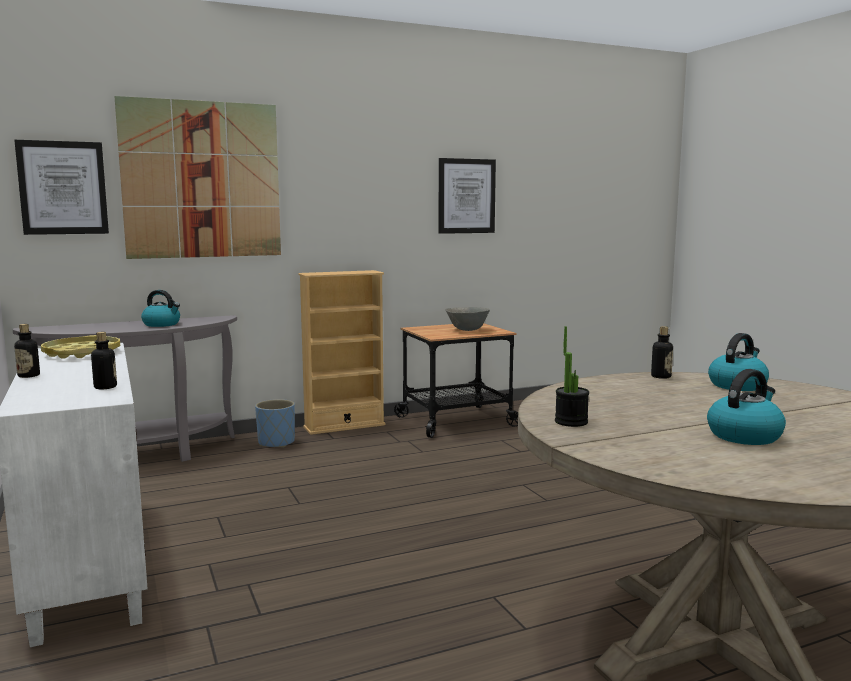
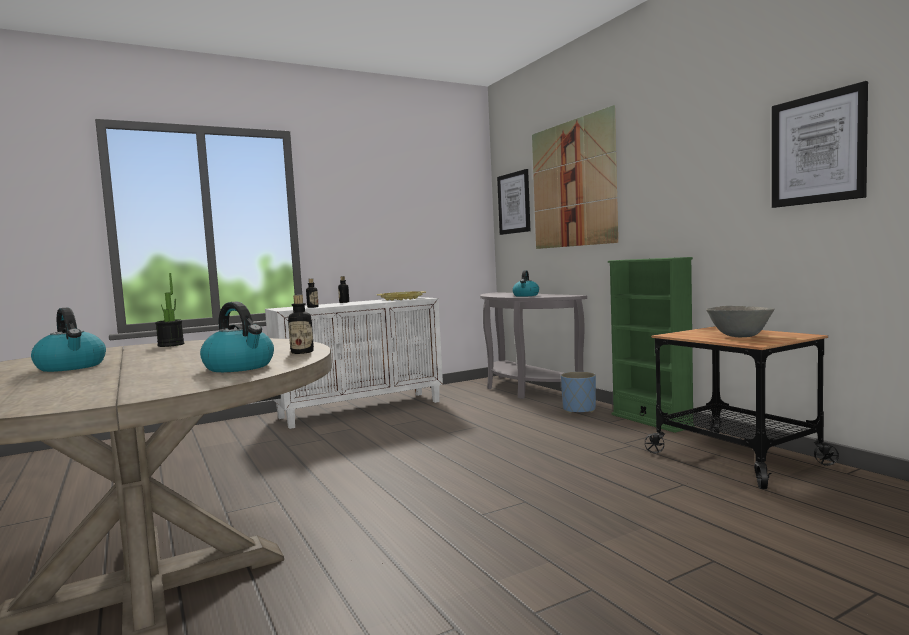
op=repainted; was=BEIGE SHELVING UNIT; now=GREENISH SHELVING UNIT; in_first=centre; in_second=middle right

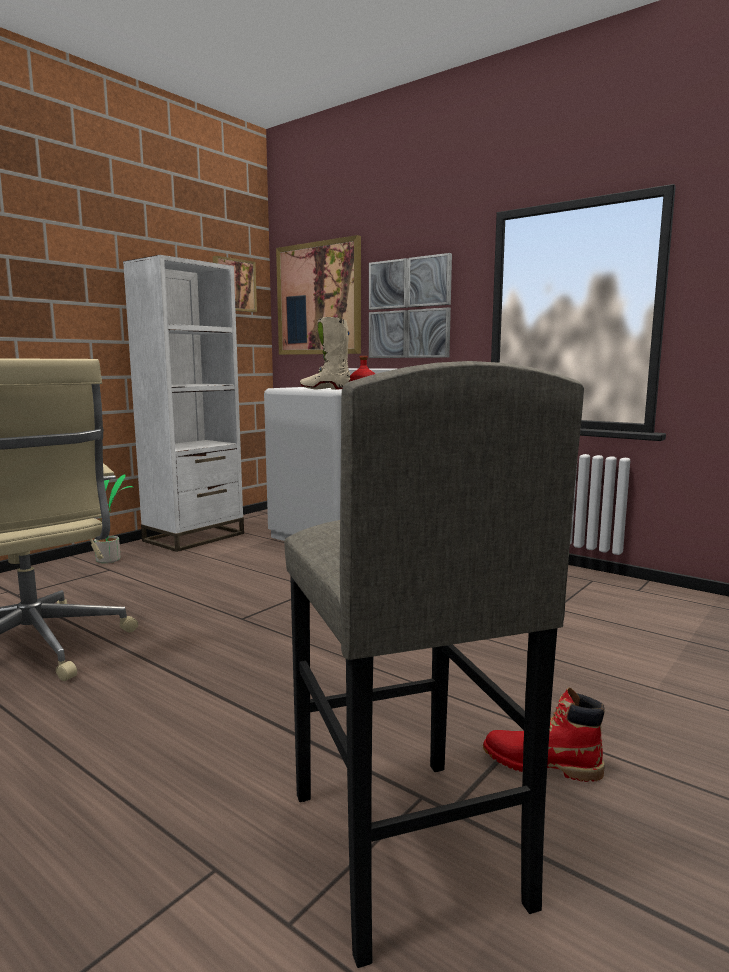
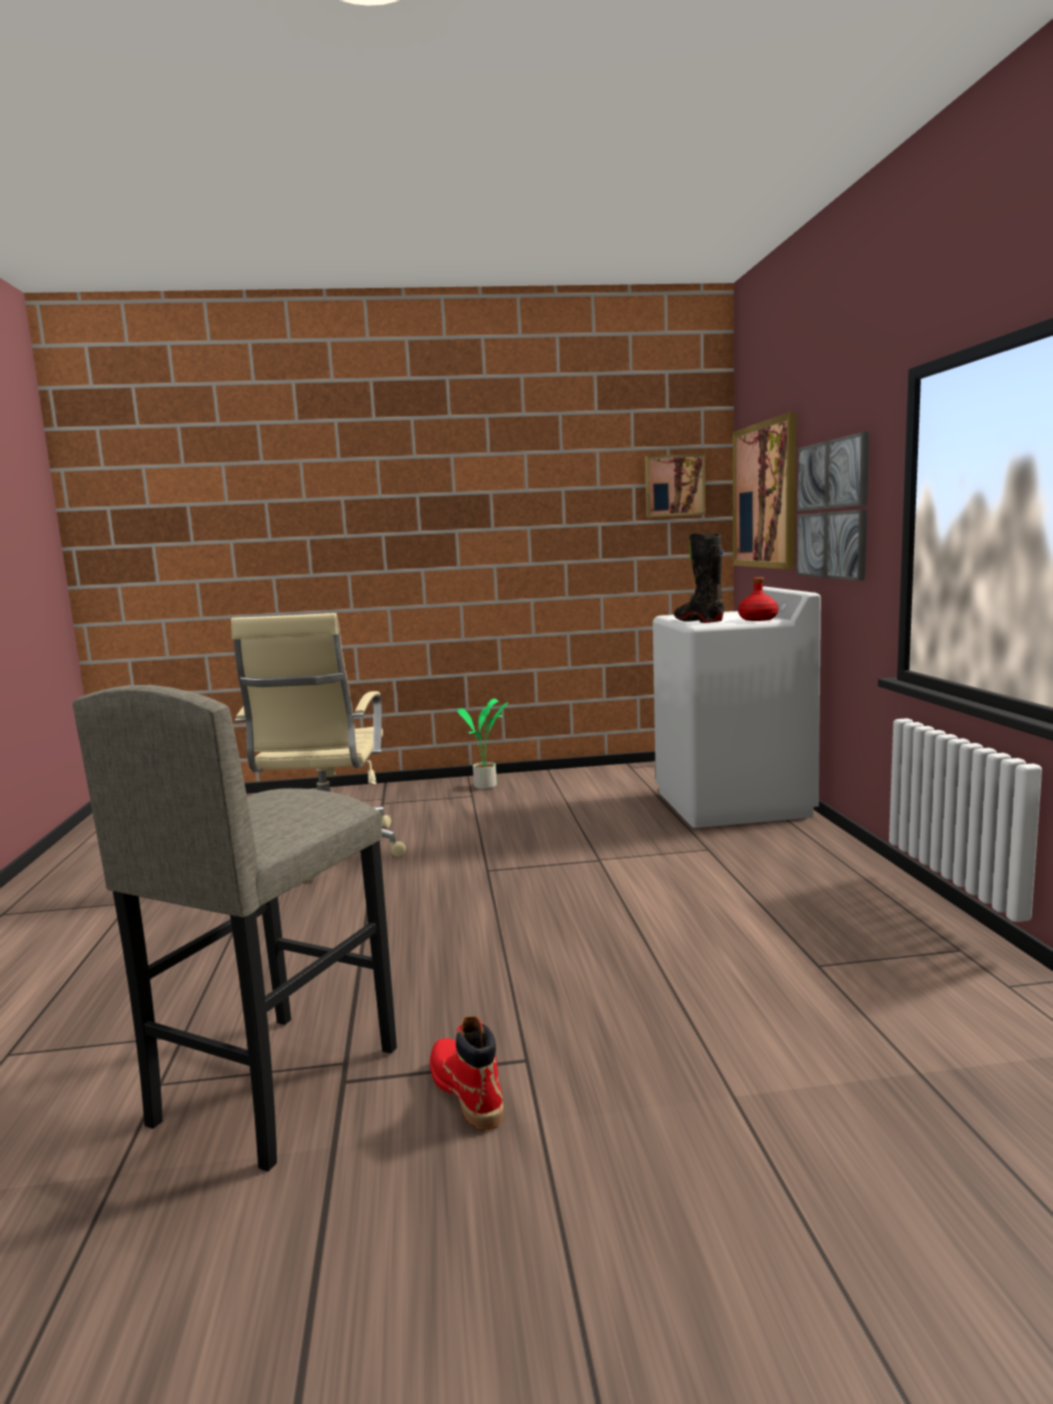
op=gone; was=WHITISH SHELVING UNIT; in_first=middle left
op=repainted; was=BEIGE TALL BOOT; now=BLACK TALL BOOT; in_first=centre; in_second=centre

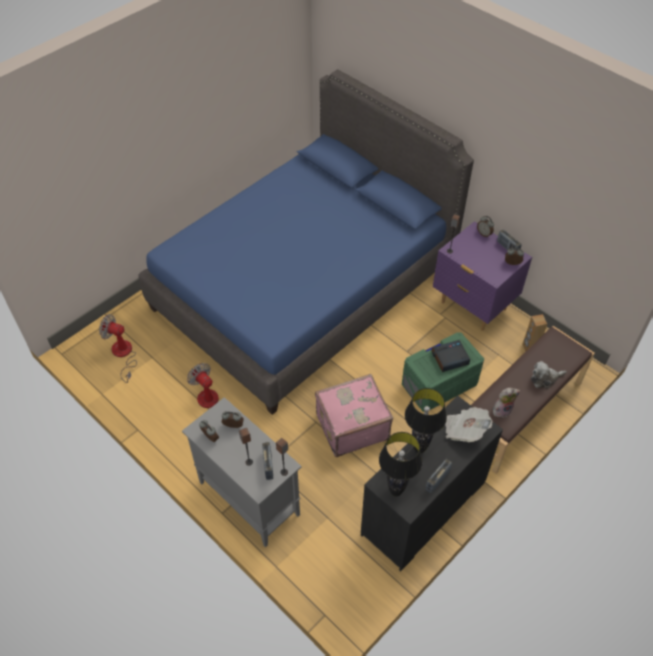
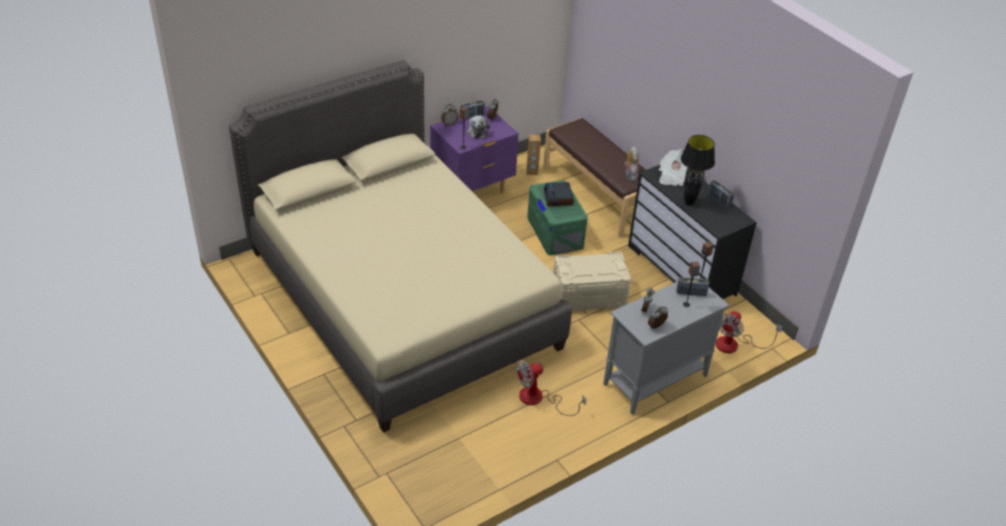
op=repainted; was=BLUE-COLOURED BEDROOM BED; now=BEIGE BEDROOM BED; in_first=centre; in_second=centre
op=shifted; was=ELECTRIC FAN (no. 1 from left in the first image); now=ELECTRIC FAN (no. 2 from left); in_first=middle left; in_second=middle right
op=shifted; was=CUDDLY TOY (no. 2 from left in the first image); now=CUDDLY TOY (no. 1 from left); in_first=middle right; in_second=top centre
op=swapped; was=PINKISH SUITCASE; now=BEIGE STORAGE BIN; in_first=centre; in_second=centre
op=gone; was=BLACK TABLE LAMP (no. 1 from left); in_first=bottom centre

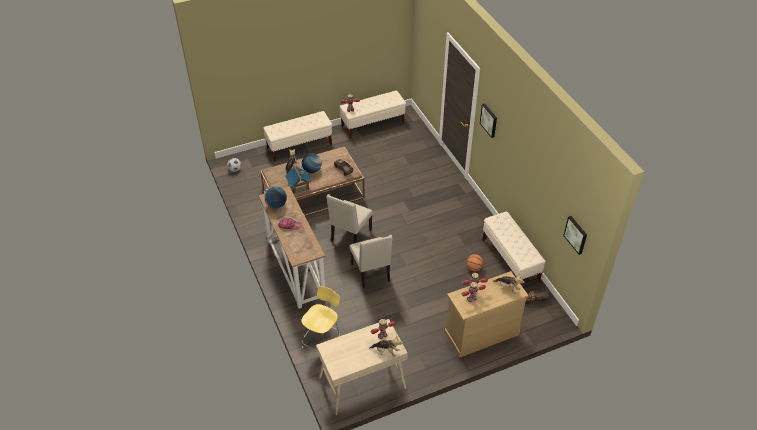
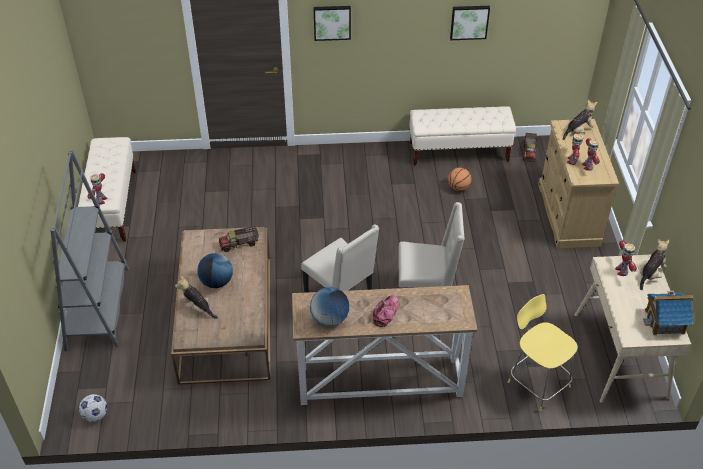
op=swapped; was=BEIGE BENCH (no. 1 from left); now=GRAY SHELVING UNIT; in_first=top centre; in_second=middle left
op=shifted; was=MODEL HOUSE; in_first=centre; in_second=bottom right
op=shifted; was=PICTURE (no. 2 from left); in_first=middle right; in_second=top right

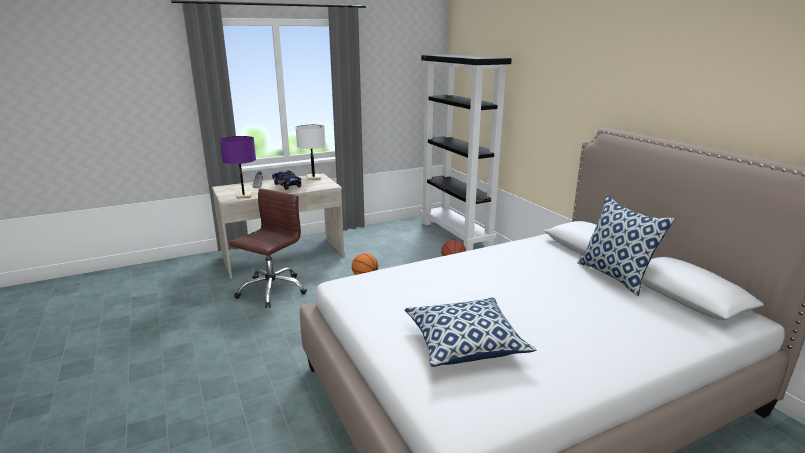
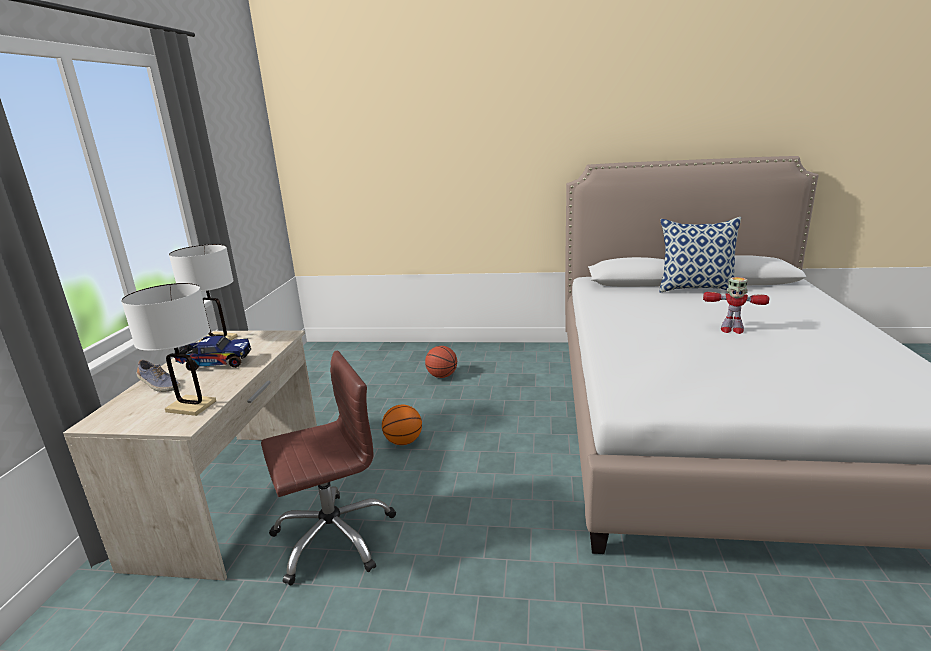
op=gone; was=BLACK SHELVING UNIT; in_first=centre
op=repainted; was=PURPLE-COLOURED TABLE LAMP; now=WHITISH TABLE LAMP (no. 1 from left); in_first=middle left; in_second=middle left
op=rotated; was=BROWNISH DESK CHAIR; in_first=middle left; in_second=bottom centre; clockwise=90
op=gone; was=THROW PILLOW (no. 1 from left); in_first=bottom centre
op=new; now=MODEL ROBOT; in_second=middle right

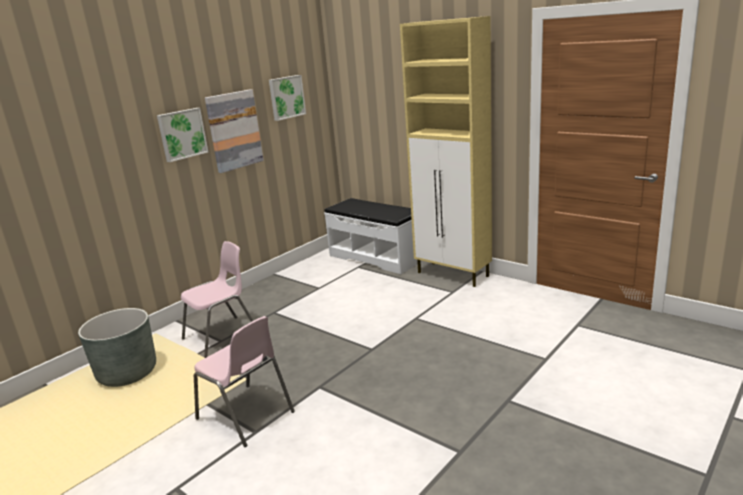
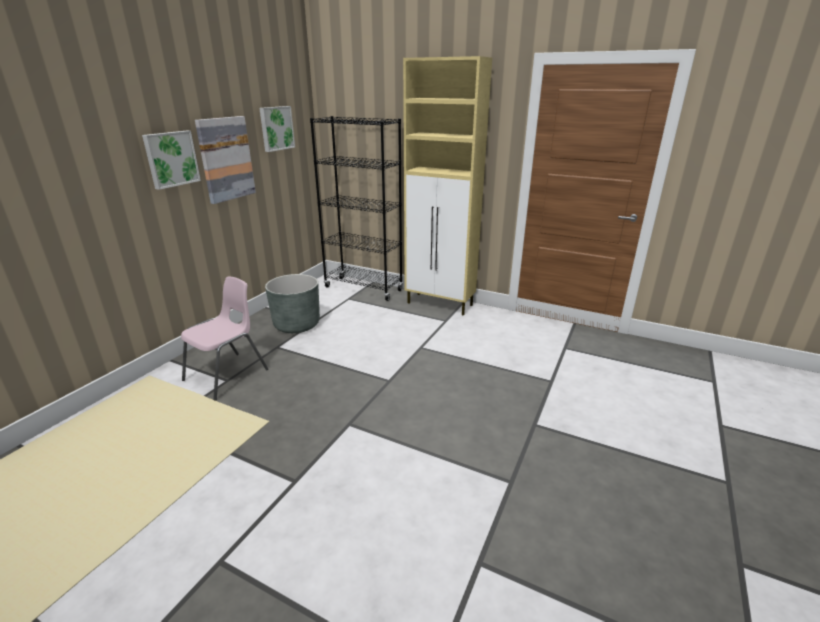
op=swapped; was=WHITISH BENCH; now=BLACK SHELVING UNIT; in_first=centre; in_second=centre
op=shifted; was=GRAY PLANTER; in_first=bottom left; in_second=centre
op=gone; was=PINKISH UPRIGHT CHAIR (no. 2 from left); in_first=bottom left

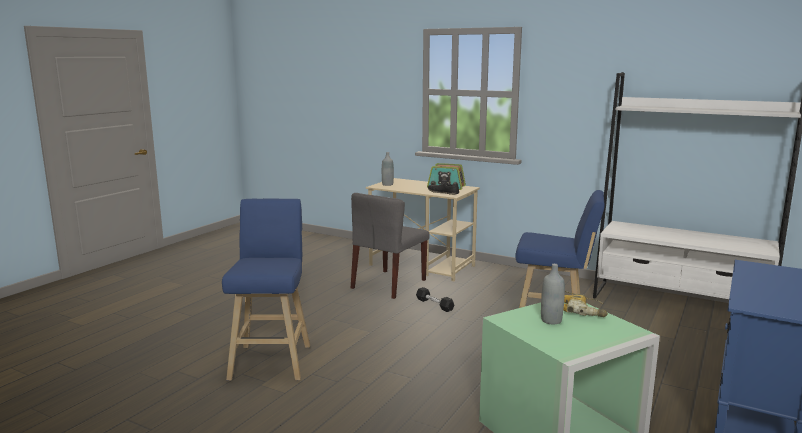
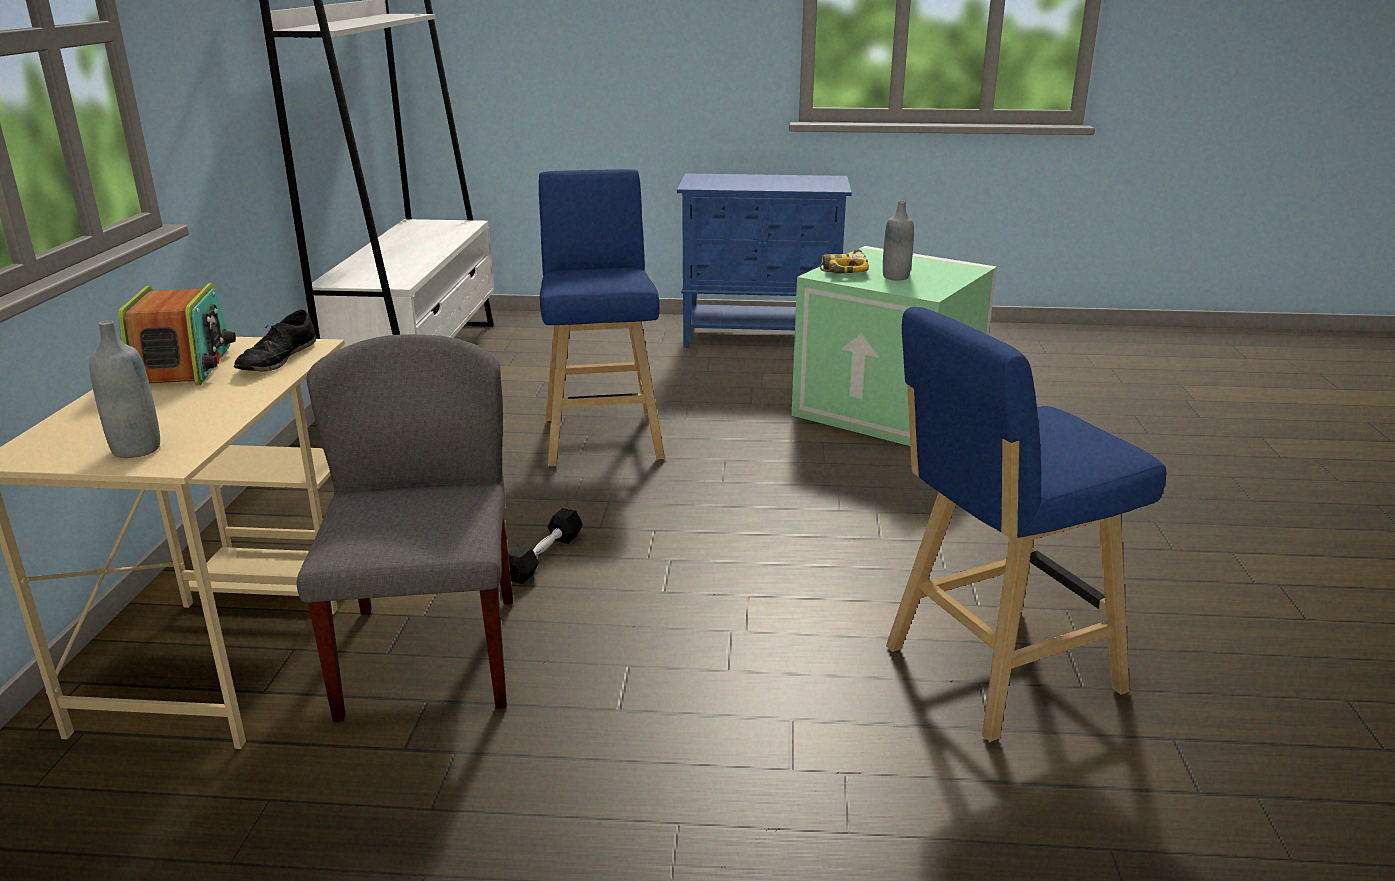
op=rotated; was=GRAY UPRIGHT CHAIR; in_first=centre; in_second=middle left; clockwise=-105

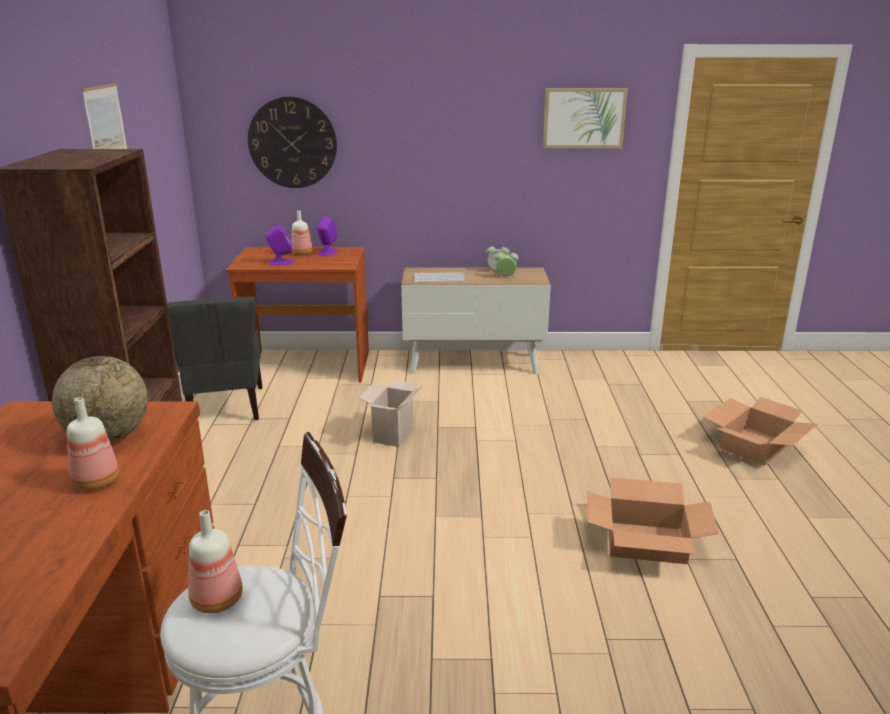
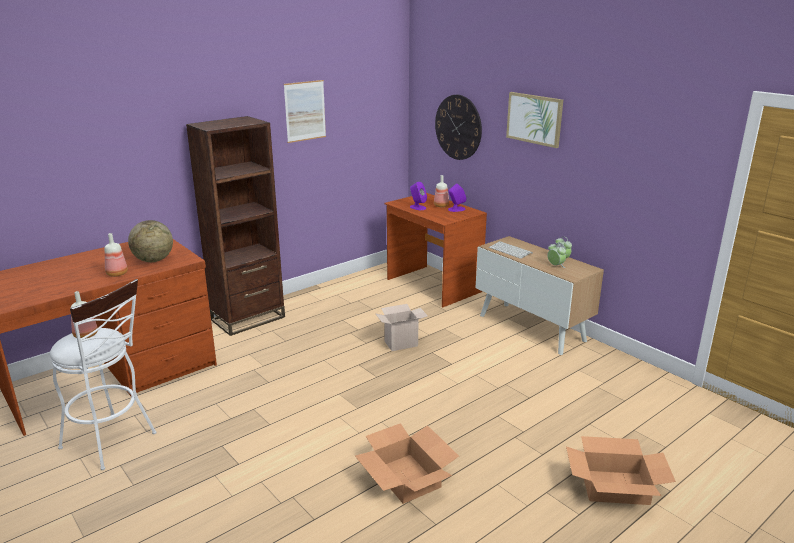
op=shifted; was=PICTURE (no. 2 from left); in_first=top centre; in_second=top right
op=gone; was=GRAY UPRIGHT CHAIR; in_first=middle left

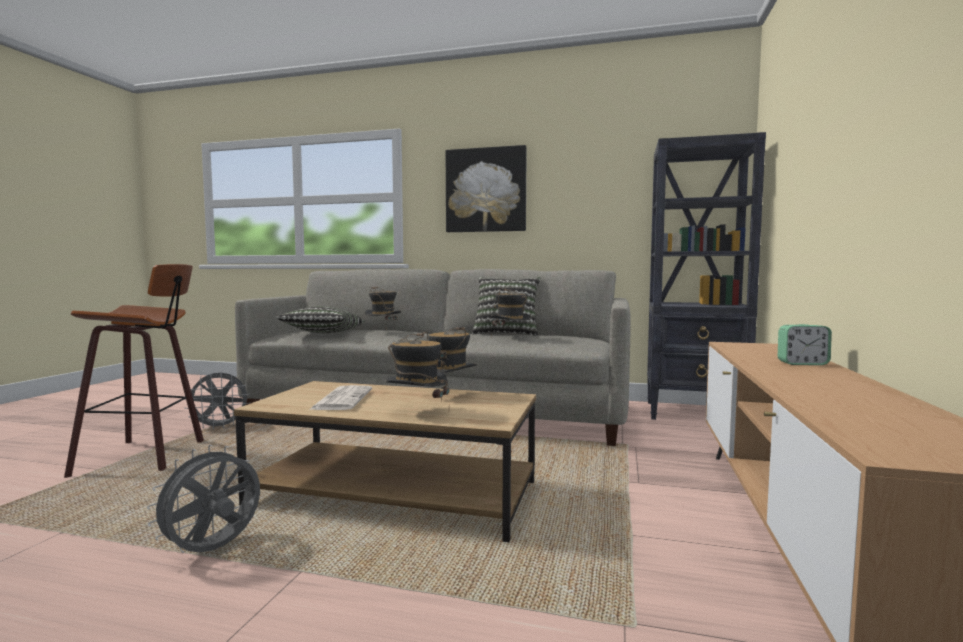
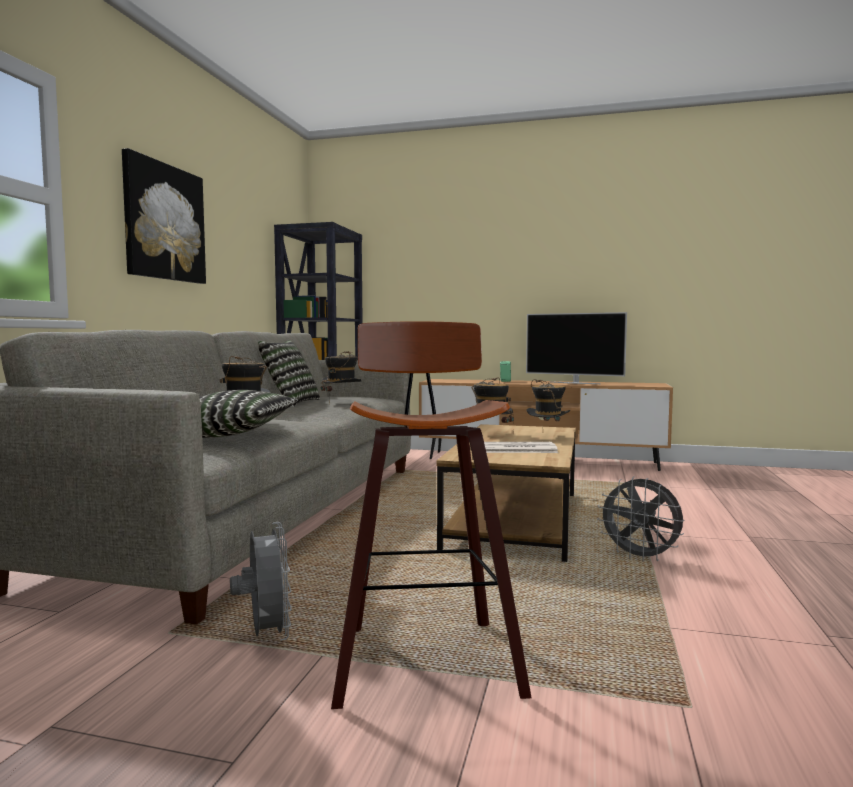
op=new; now=TELEVISION; in_second=middle right

